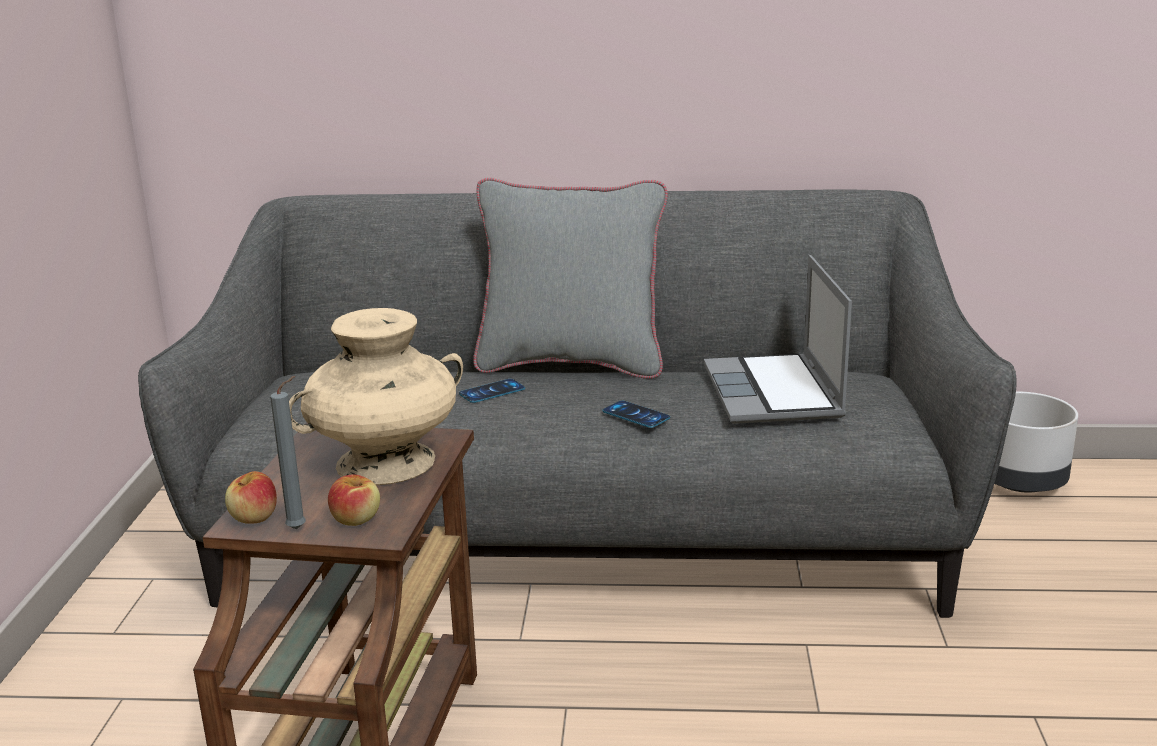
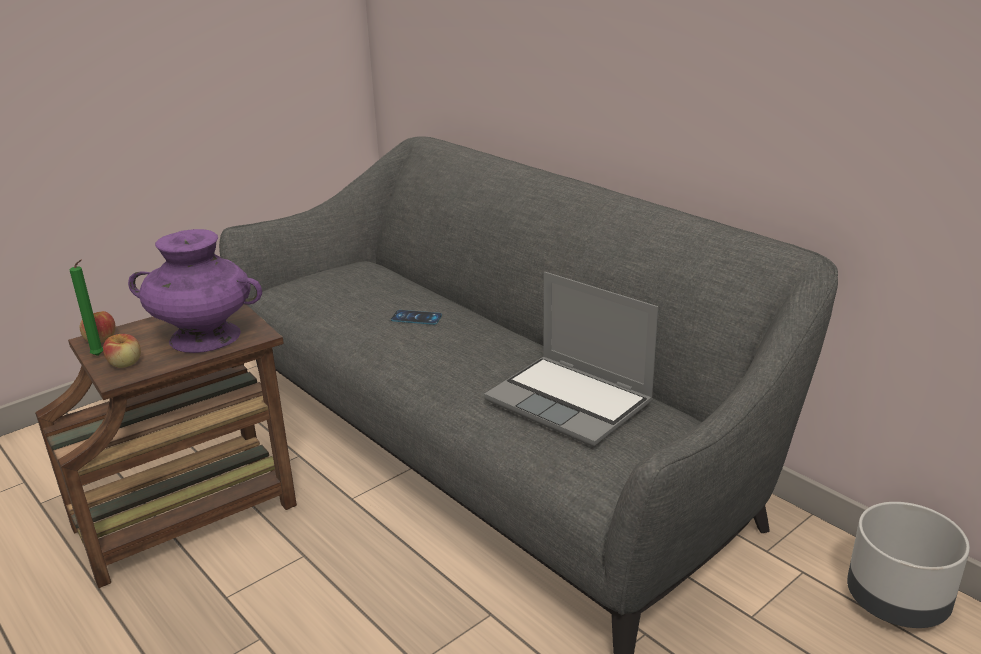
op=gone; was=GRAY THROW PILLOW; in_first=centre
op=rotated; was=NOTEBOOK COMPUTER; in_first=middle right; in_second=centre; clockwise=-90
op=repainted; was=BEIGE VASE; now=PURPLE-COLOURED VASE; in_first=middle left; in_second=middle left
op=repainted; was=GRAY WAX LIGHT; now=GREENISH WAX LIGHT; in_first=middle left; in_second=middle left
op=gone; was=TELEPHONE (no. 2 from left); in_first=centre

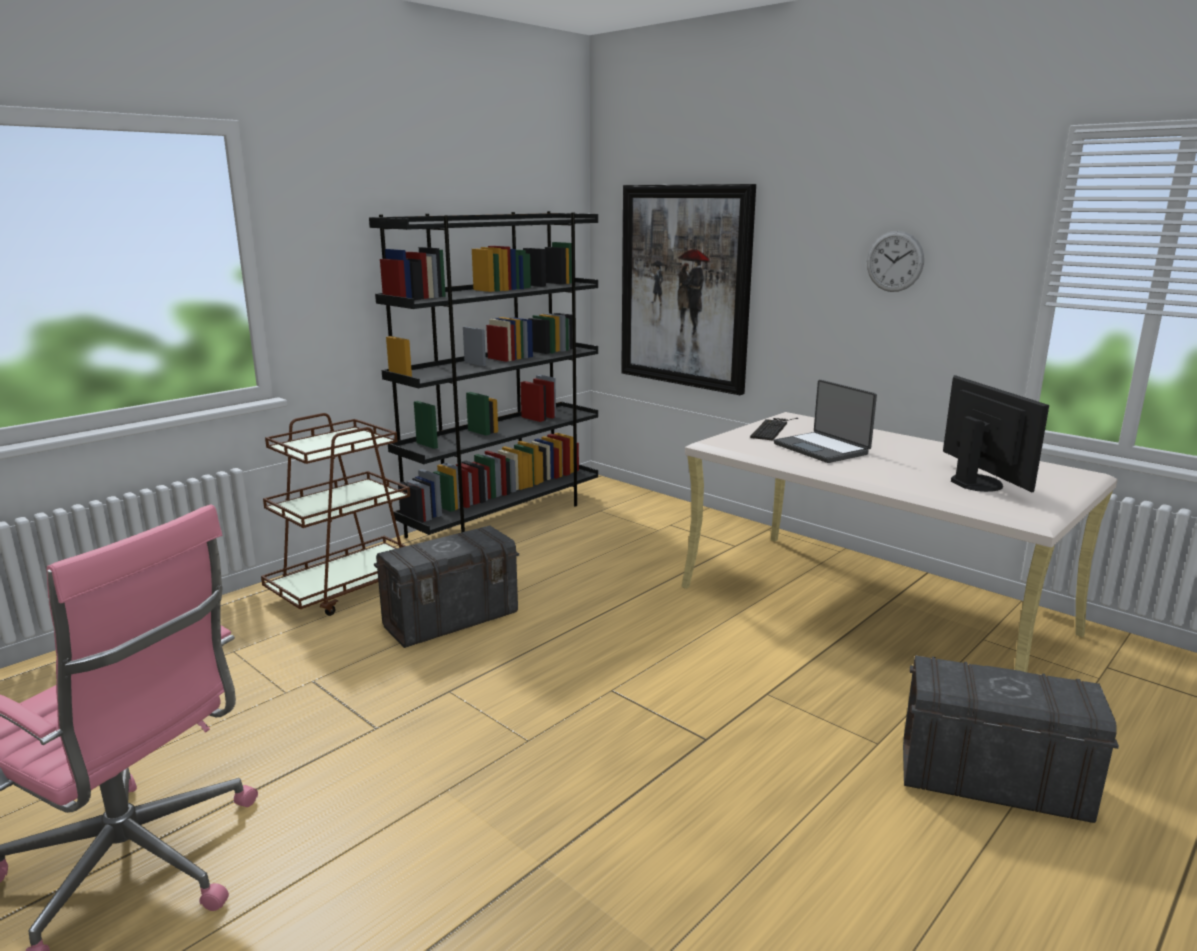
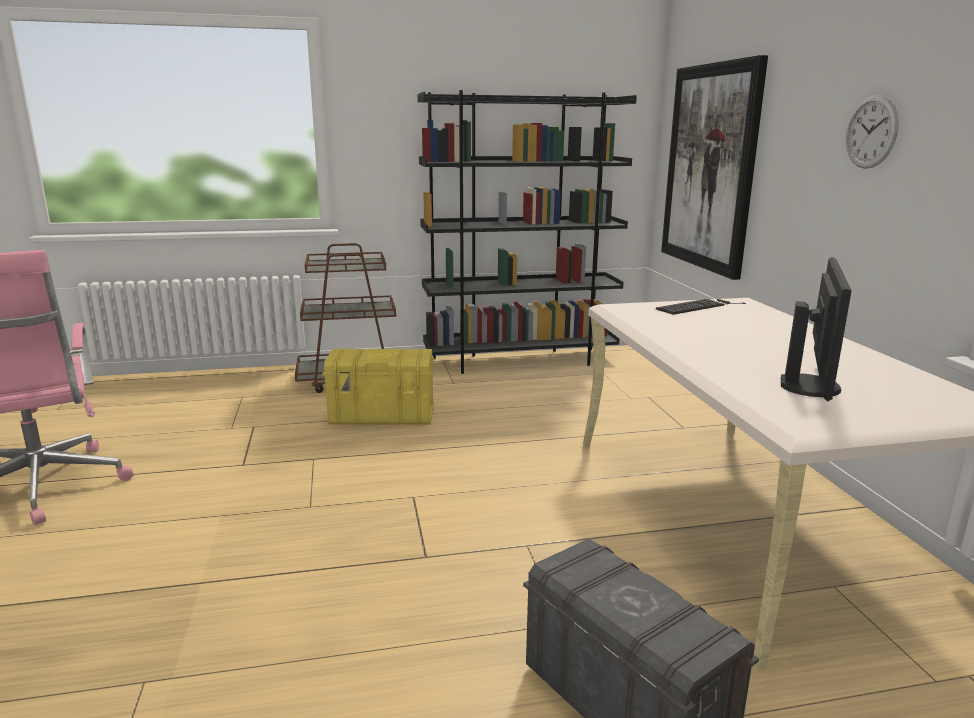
op=gone; was=NOTEBOOK COMPUTER; in_first=middle right
op=repainted; was=GRAY STORAGE BIN (no. 1 from left); now=YELLOW STORAGE BIN; in_first=centre; in_second=centre

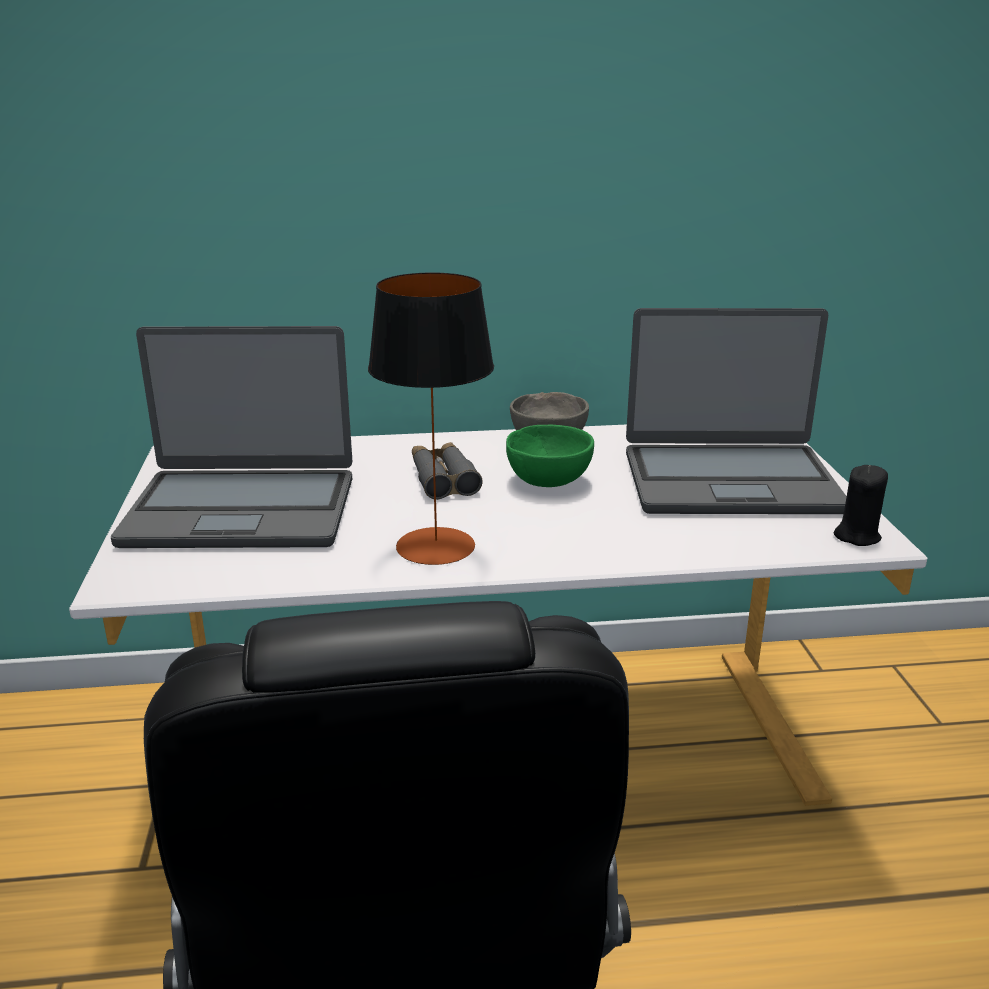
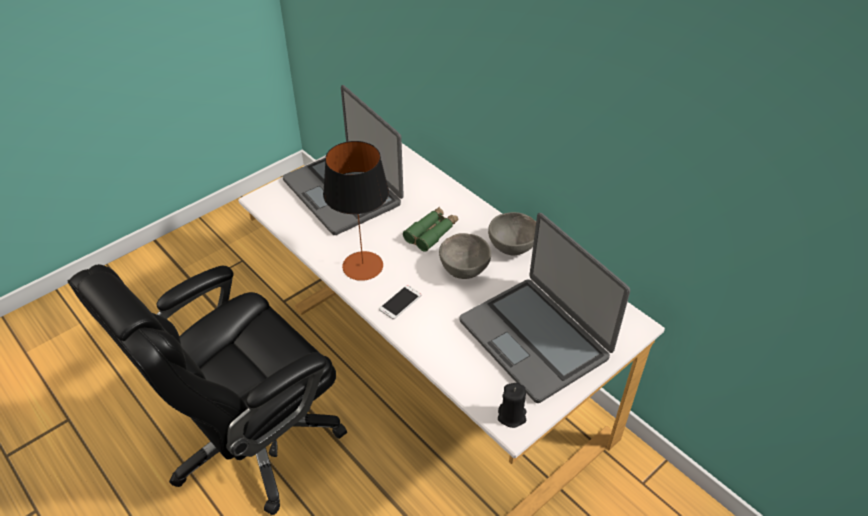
op=repainted; was=GREENISH DEEP DISH; now=GRAY DEEP DISH (no. 1 from left); in_first=centre; in_second=centre
op=repainted; was=GRAY BINOCULARS; now=GREENISH BINOCULARS; in_first=centre; in_second=centre
op=new; now=TELEPHONE; in_second=centre

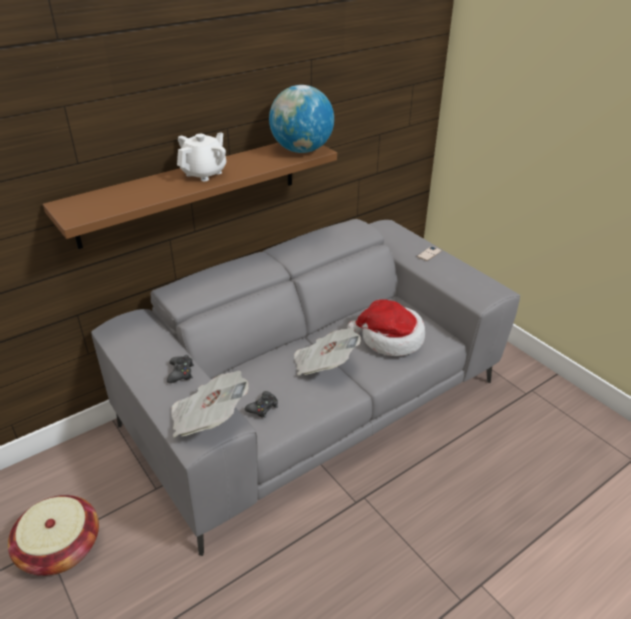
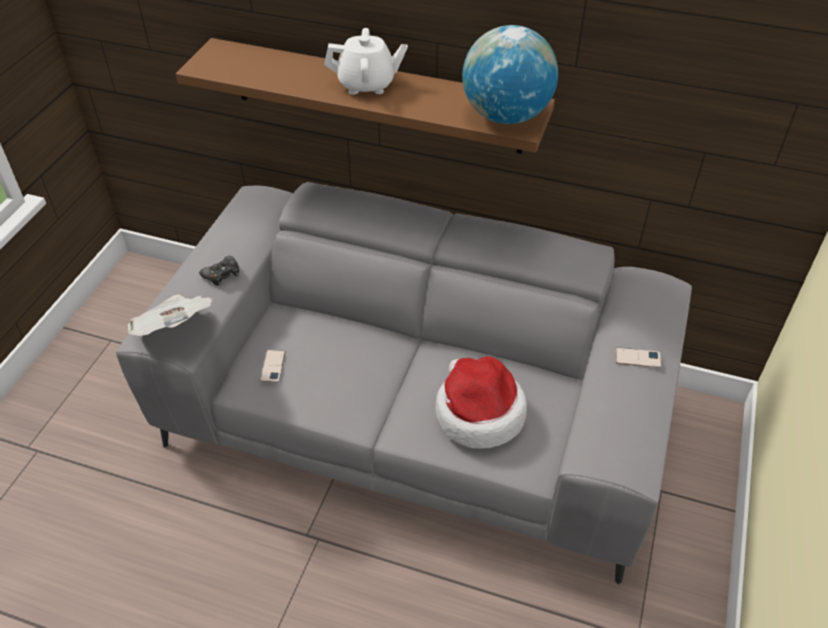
op=gone; was=DAILY PAPER (no. 2 from left); in_first=centre
op=swapped; was=BLACK GAMEPAD (no. 2 from left); now=TELEPHONE (no. 1 from left); in_first=centre; in_second=middle left
op=gone; was=HOUSEHOLD BASKET; in_first=bottom left

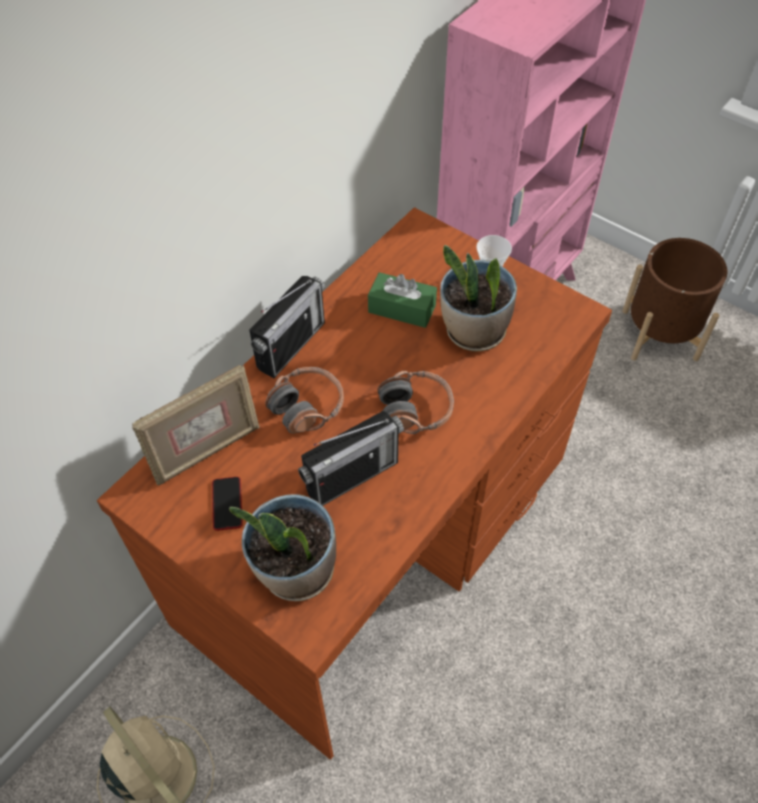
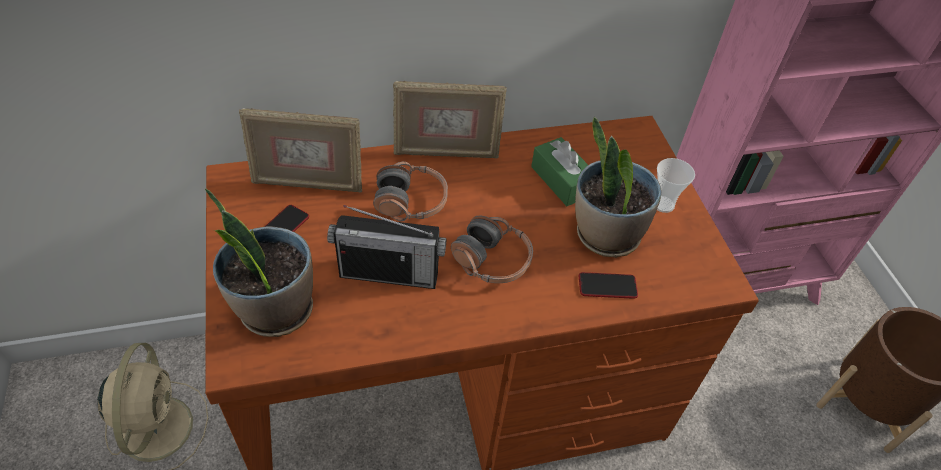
op=swapped; was=RADIO RECEIVER (no. 1 from left); now=PHOTO FRAME (no. 2 from left); in_first=centre; in_second=top centre
op=new; now=TELEPHONE (no. 2 from left); in_second=centre

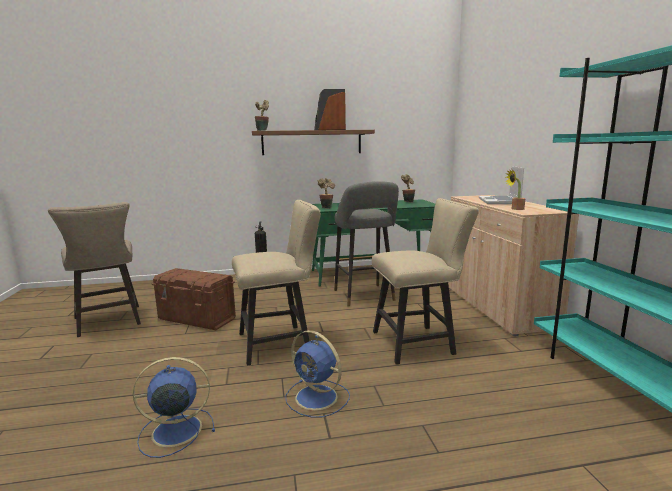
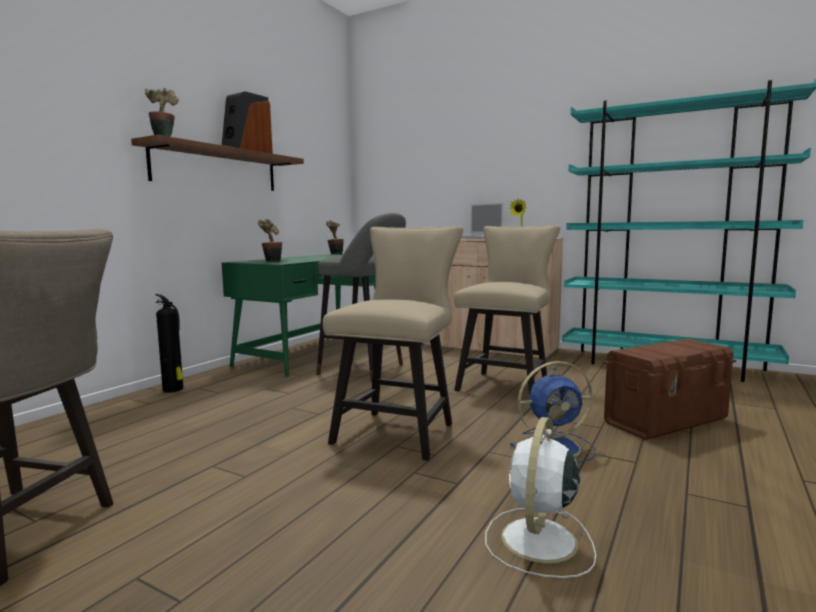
op=shifted; was=BROWNISH STORAGE BIN; in_first=middle left; in_second=middle right
op=repainted; was=BLUE-COLOURED ELECTRIC FAN (no. 1 from left); now=WHITISH ELECTRIC FAN; in_first=bottom left; in_second=bottom centre

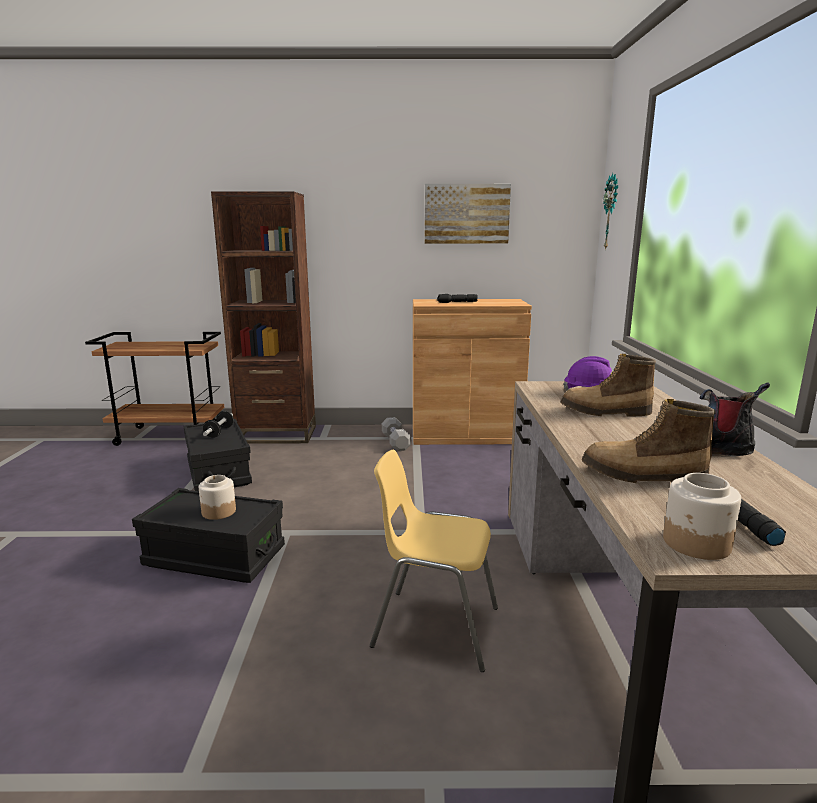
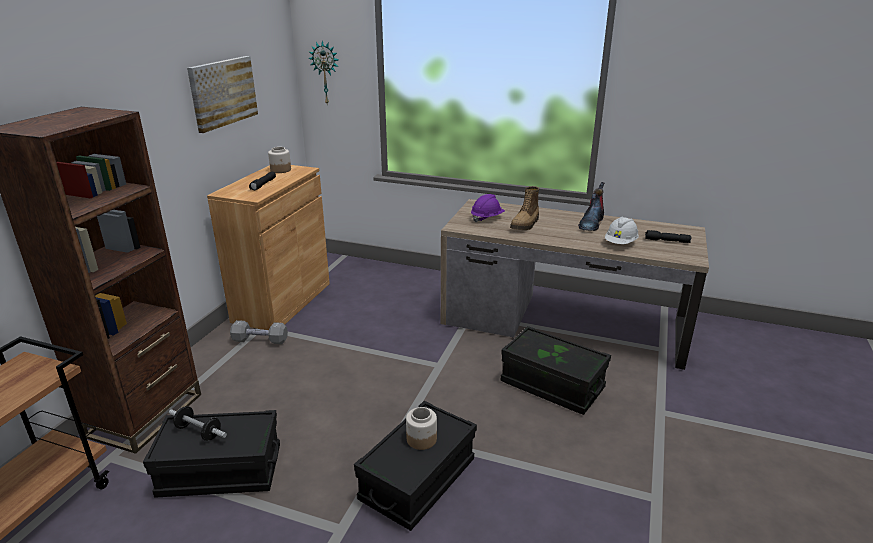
op=swapped; was=TALL BOOT (no. 2 from left); now=WHITISH WORK HELMET; in_first=middle right; in_second=middle right
op=swapped; was=YELLOW UPRIGHT CHAIR; now=BLACK STORAGE BIN (no. 3 from left); in_first=bottom centre; in_second=bottom centre
op=shifted; was=JAR (no. 2 from left in the first image); now=JAR (no. 1 from left); in_first=middle right; in_second=top left

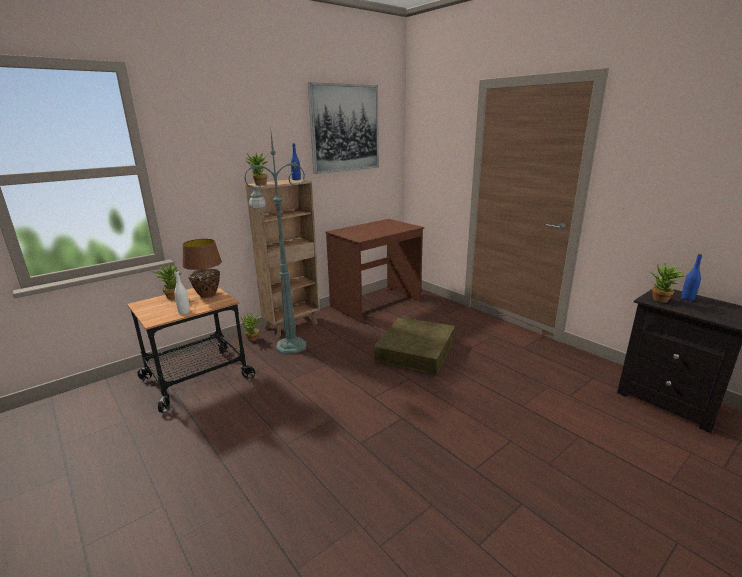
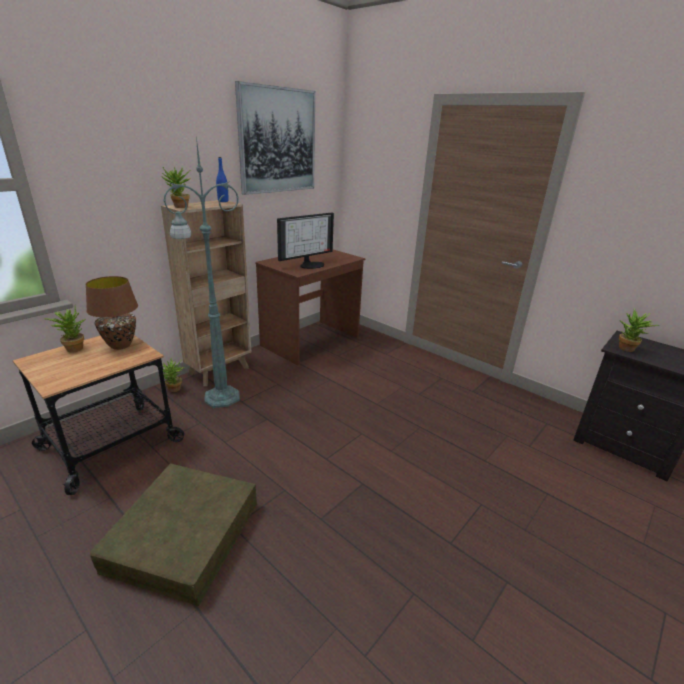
op=gone; was=BLUE-COLOURED DRINK BOTTLE (no. 2 from left); in_first=middle right
op=gone; was=WHITISH DRINK BOTTLE; in_first=middle left
op=shifted; was=BROWNISH STORAGE BIN; in_first=centre; in_second=bottom left
op=new; now=COMPUTER SCREEN; in_second=centre

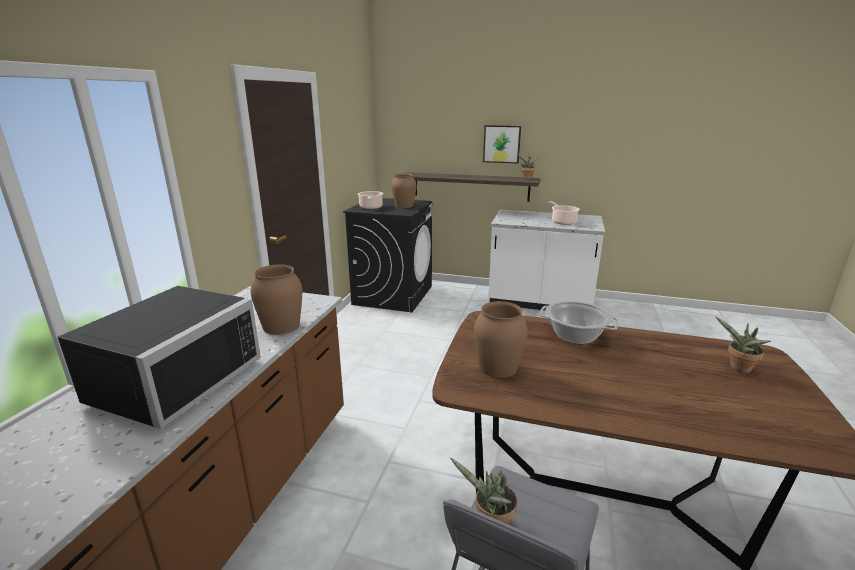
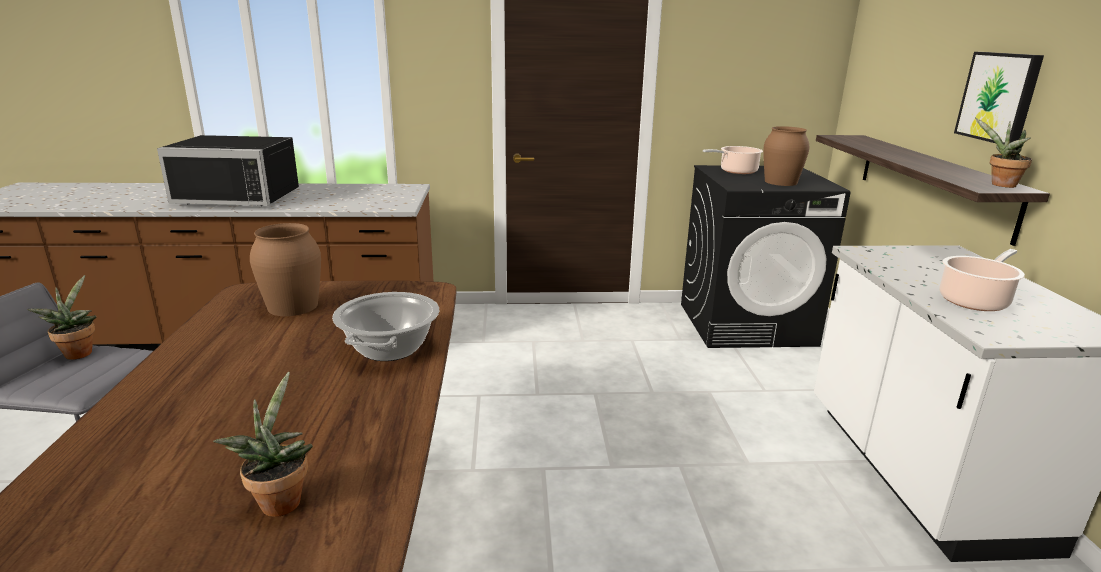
op=gone; was=BROWNISH VASE (no. 1 from left); in_first=middle left

